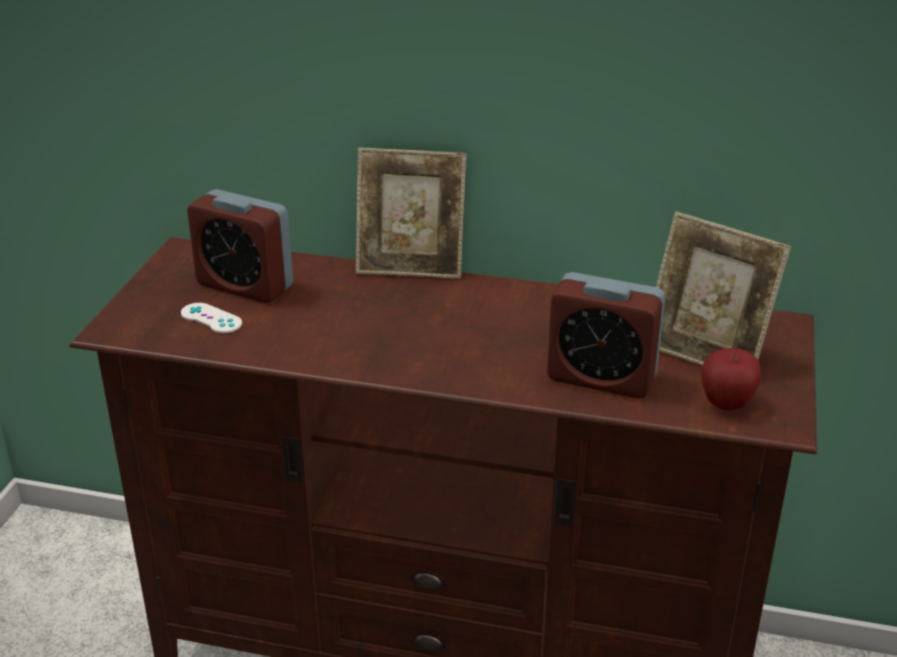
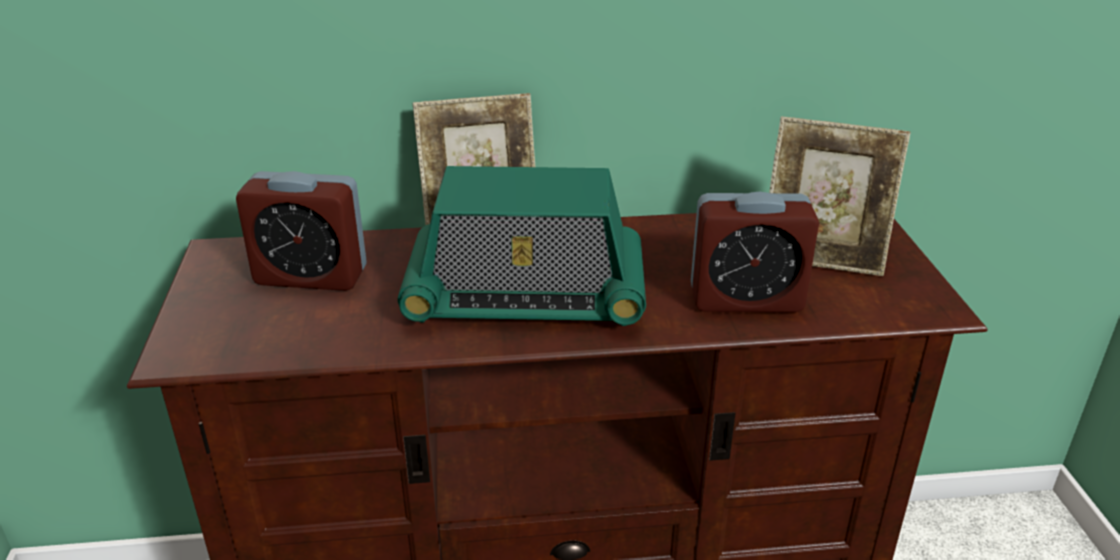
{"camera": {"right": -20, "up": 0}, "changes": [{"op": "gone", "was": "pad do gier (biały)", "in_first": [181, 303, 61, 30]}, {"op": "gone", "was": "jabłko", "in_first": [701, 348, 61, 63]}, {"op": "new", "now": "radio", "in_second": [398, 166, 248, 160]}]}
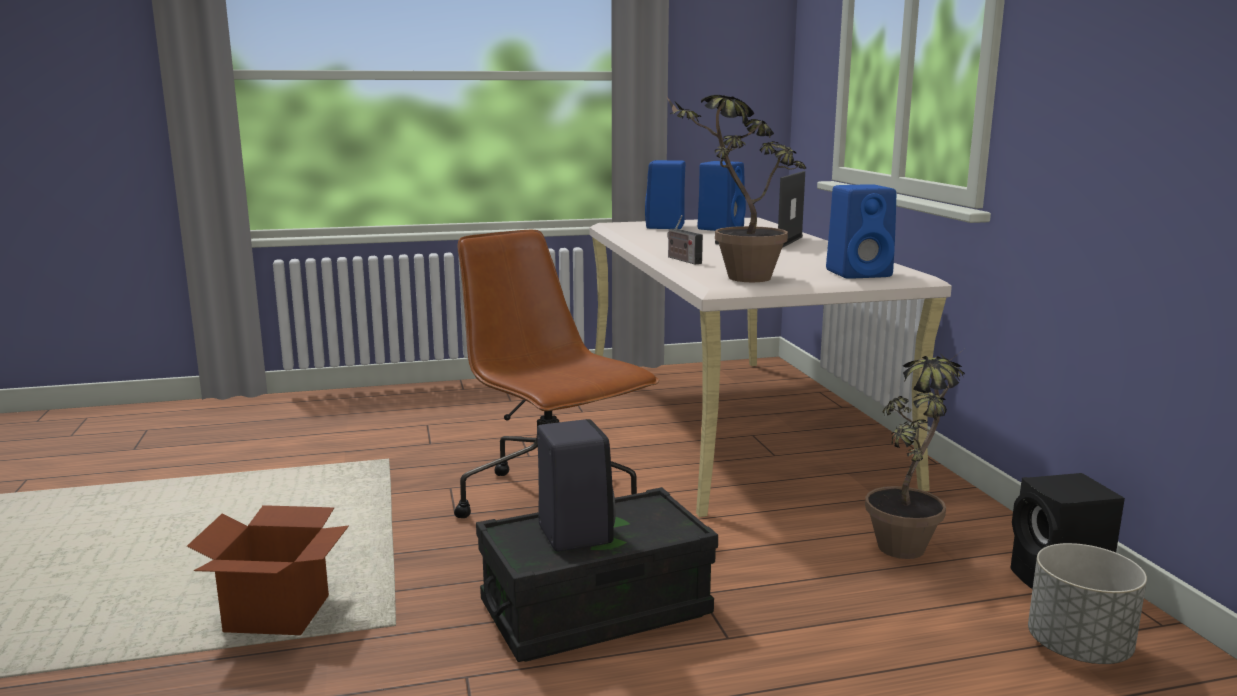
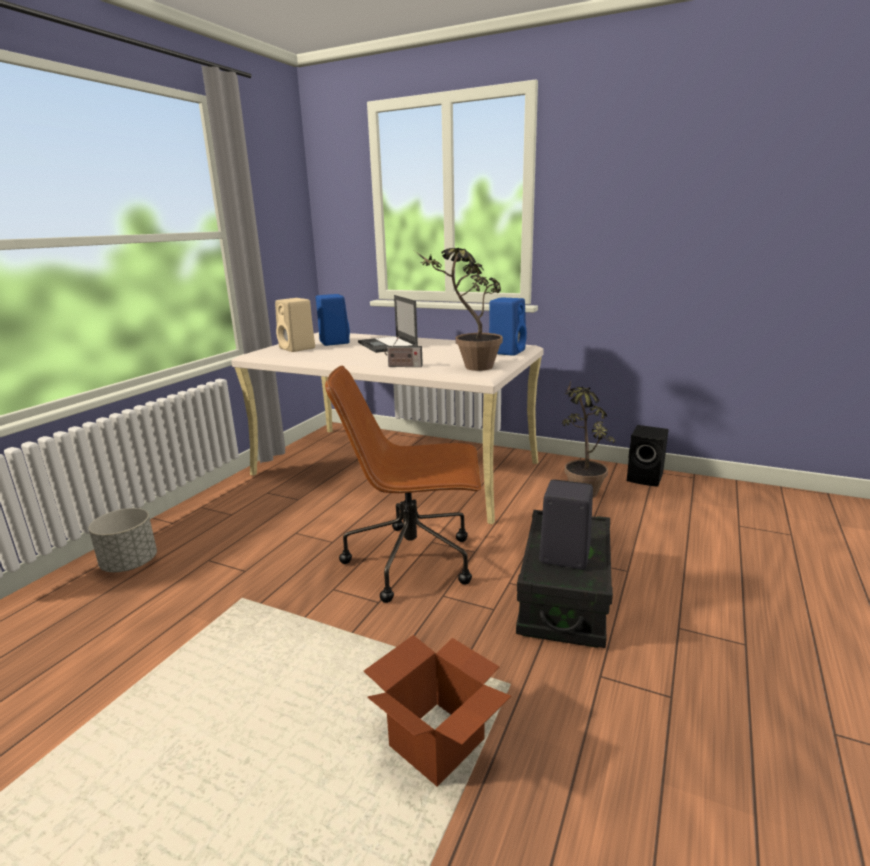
{"camera": {"right": -50, "up": 5}, "changes": [{"op": "repainted", "was": "głośnik (niebieski)", "now": "głośnik (beżowy)", "in_first": [645, 160, 40, 69], "in_second": [275, 298, 40, 54]}, {"op": "shifted", "was": "donica (szary)", "in_first": [1028, 543, 119, 121], "in_second": [89, 508, 68, 64]}]}
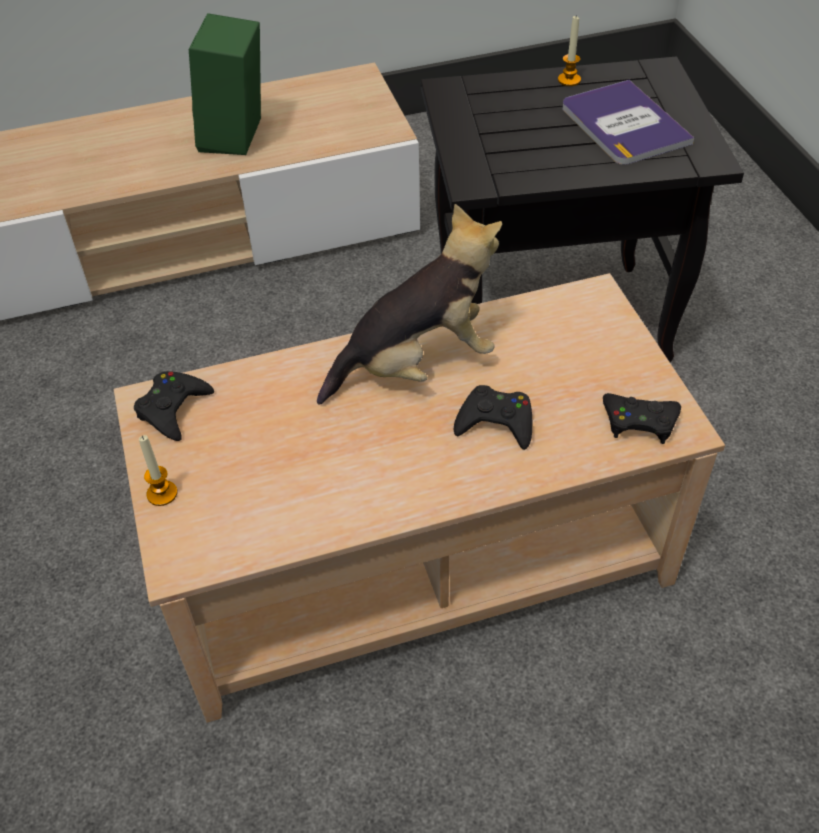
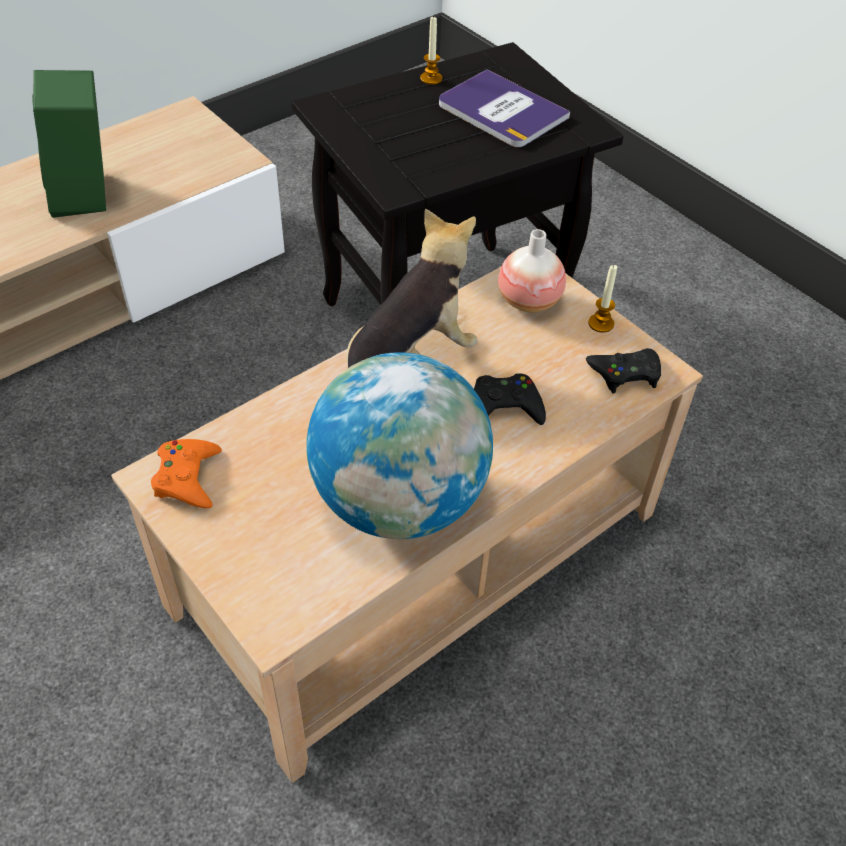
{"camera": {"right": -25, "up": 0}, "changes": [{"op": "repainted", "was": "pad do gier (czarny)", "now": "pad do gier (pomarańczowy)", "in_first": [134, 371, 80, 70], "in_second": [151, 439, 71, 69]}, {"op": "shifted", "was": "świeca", "in_first": [139, 435, 38, 71], "in_second": [588, 265, 29, 68]}, {"op": "new", "now": "globus", "in_second": [306, 352, 187, 187]}, {"op": "new", "now": "wazon", "in_second": [498, 229, 68, 83]}]}
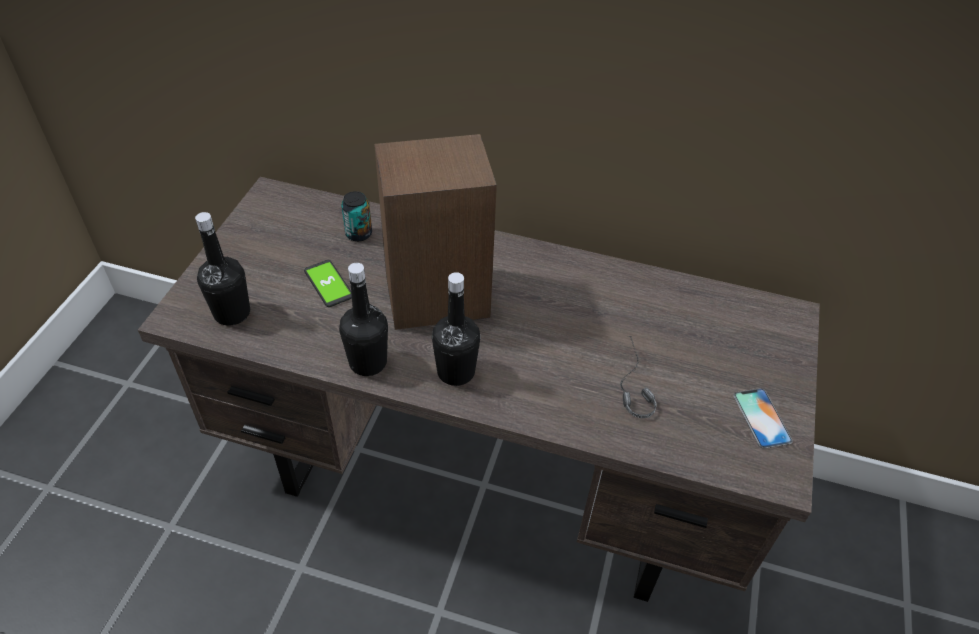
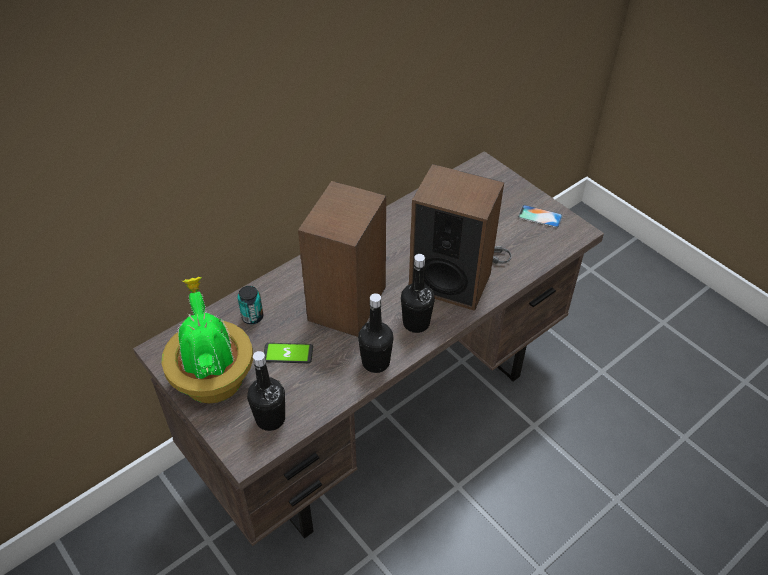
{"camera": {"right": -55, "up": 0}, "changes": [{"op": "new", "now": "roślina doniczkowa", "in_second": [161, 277, 92, 126]}, {"op": "new", "now": "głośnik", "in_second": [409, 164, 95, 147]}]}
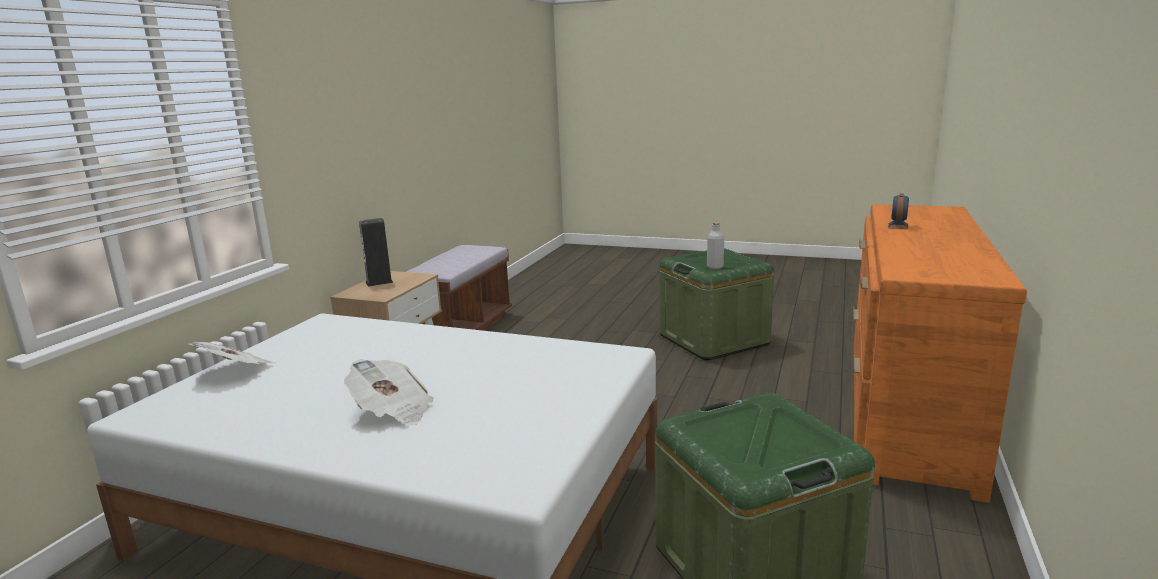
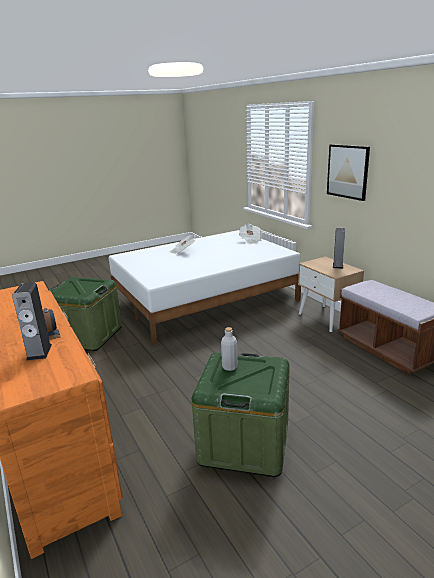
{"camera": {"right": 130, "up": 5}, "changes": [{"op": "new", "now": "głośnik", "in_second": [12, 283, 40, 78]}, {"op": "new", "now": "obraz", "in_second": [327, 144, 43, 57]}]}
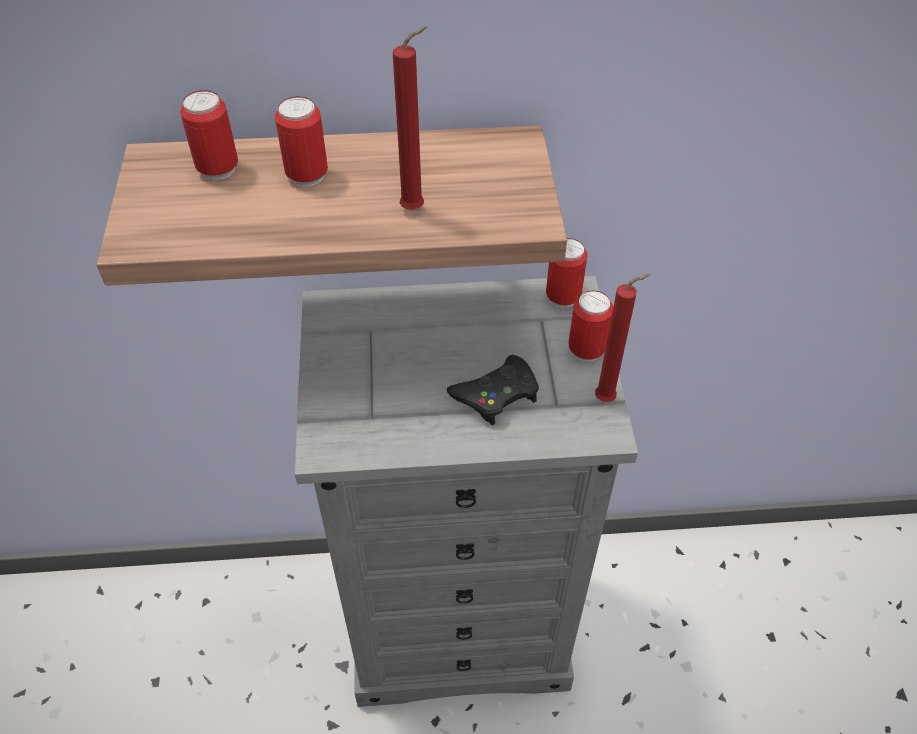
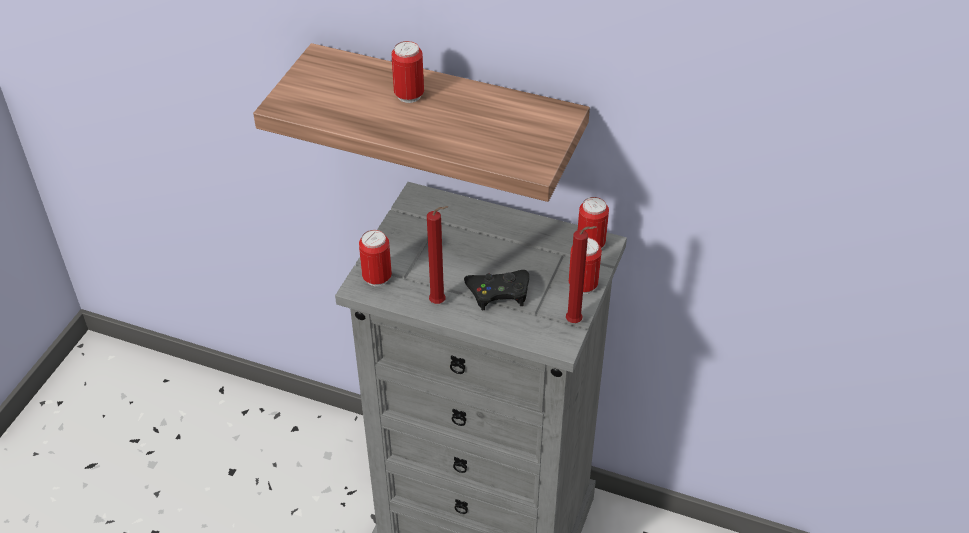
{"camera": {"right": 25, "up": -5}, "changes": [{"op": "shifted", "was": "puszka", "in_first": [180, 90, 58, 90], "in_second": [359, 230, 33, 56]}, {"op": "shifted", "was": "świeca (czerwony)", "in_first": [393, 26, 34, 184], "in_second": [427, 206, 21, 98]}]}
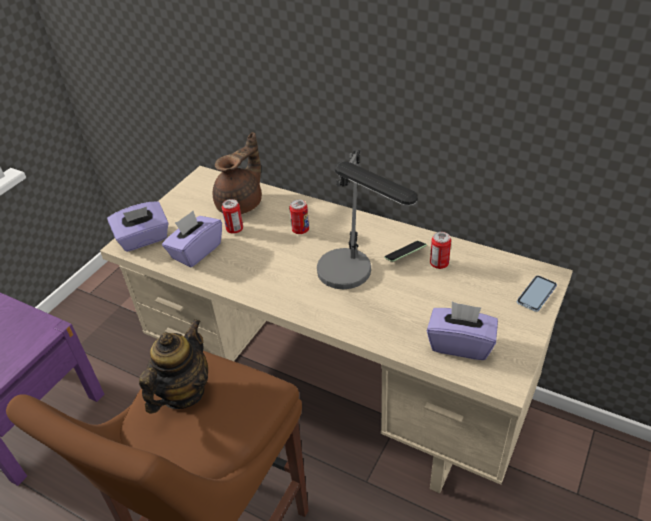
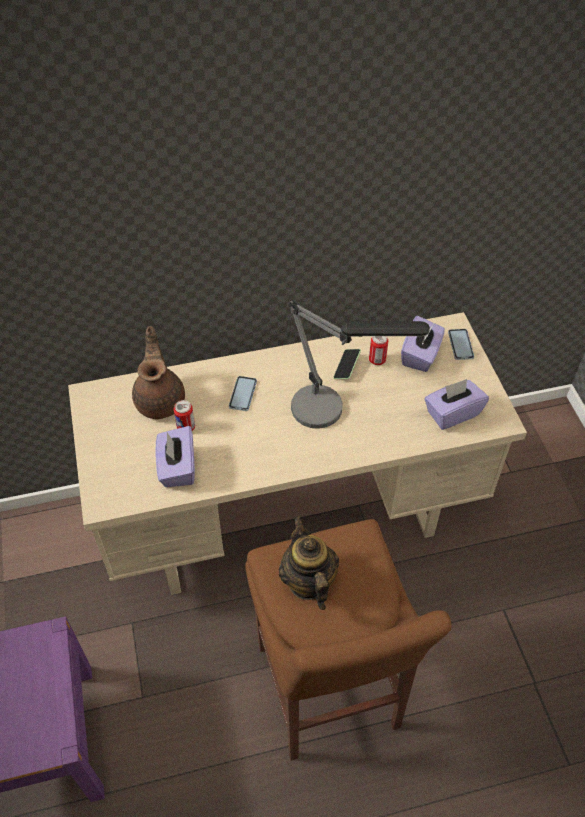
{"camera": {"right": -45, "up": 10}, "changes": [{"op": "shifted", "was": "pudełko chusteczek (fioletowy)", "in_first": [107, 201, 62, 51], "in_second": [401, 316, 44, 56]}, {"op": "swapped", "was": "puszka", "now": "telefon", "in_first": [289, 200, 20, 34], "in_second": [229, 376, 28, 35]}]}
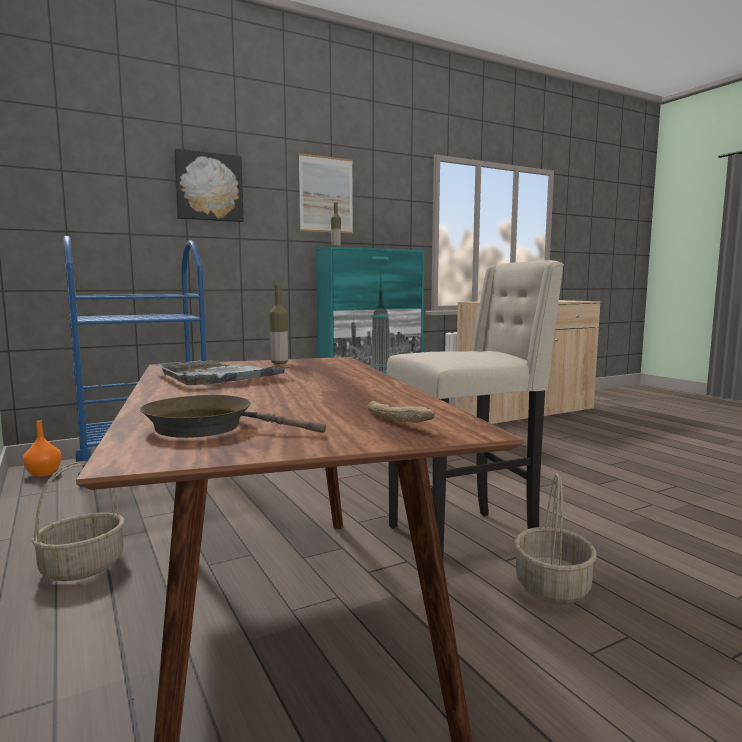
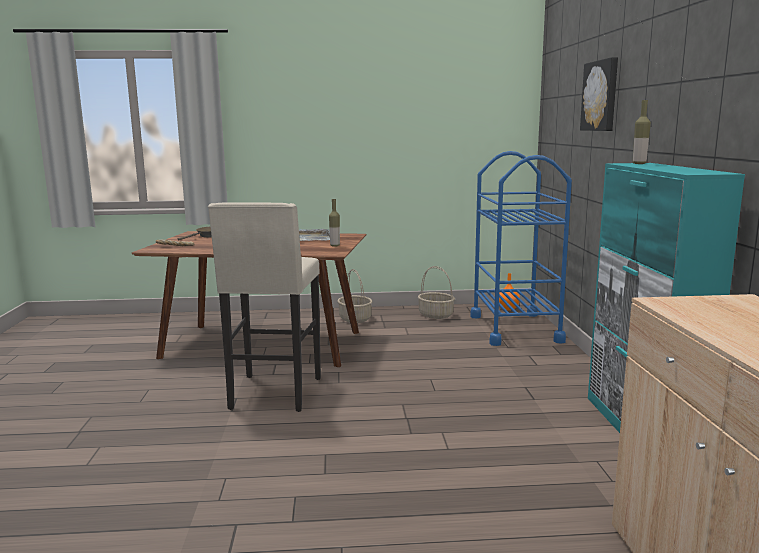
{"camera": {"right": 115, "up": 5}, "changes": [{"op": "gone", "was": "obraz", "in_first": [299, 153, 54, 80]}, {"op": "shifted", "was": "koszyk", "in_first": [514, 474, 82, 130], "in_second": [418, 266, 37, 53]}]}
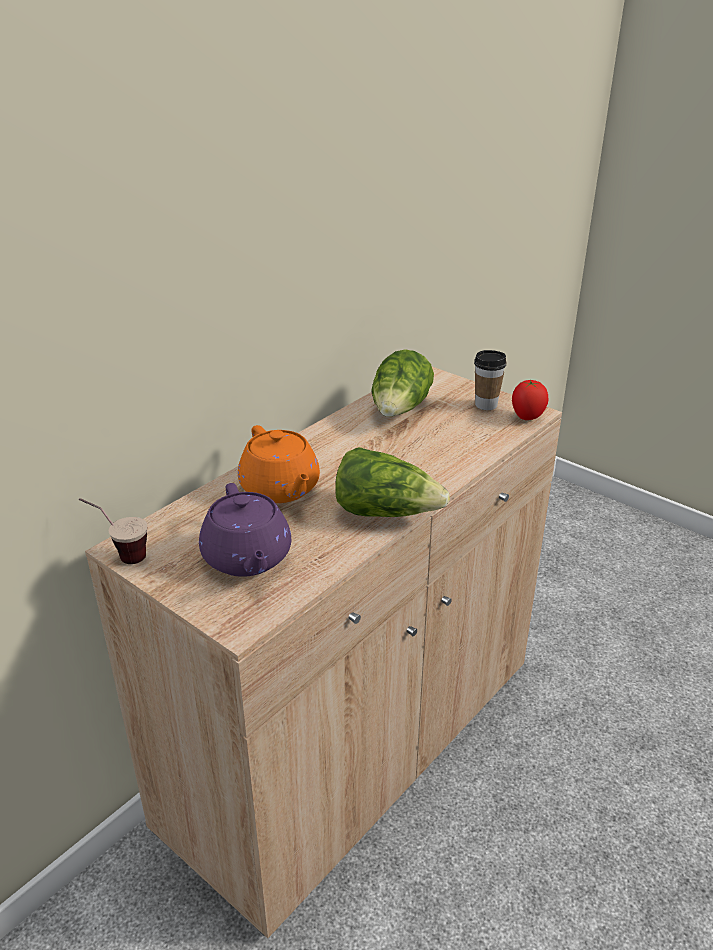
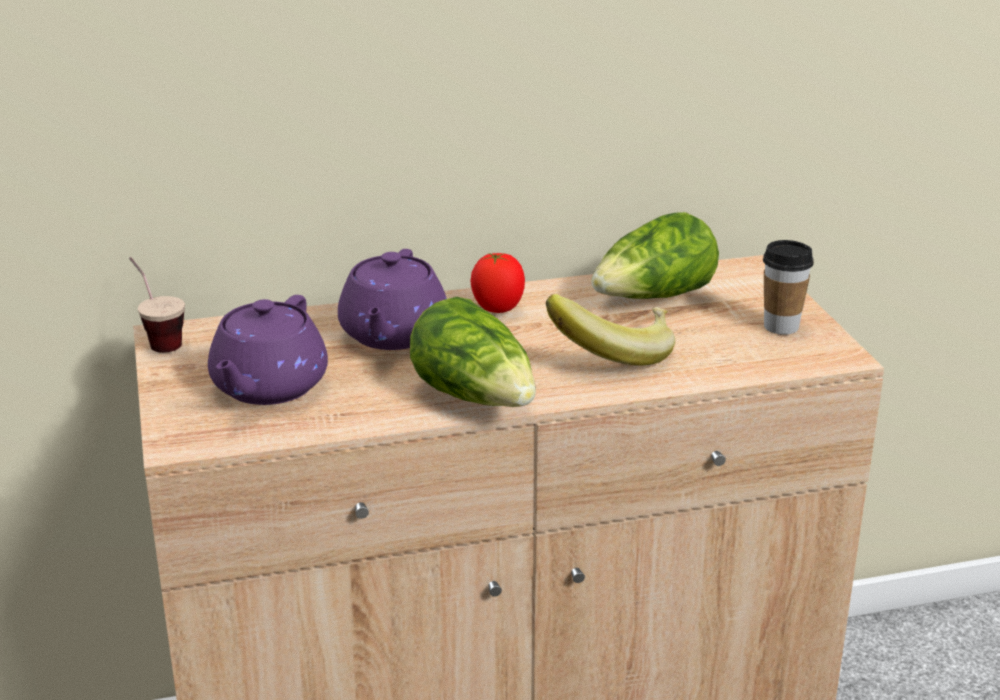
{"camera": {"right": 35, "up": -5}, "changes": [{"op": "repainted", "was": "imbryk (pomarańczowy)", "now": "imbryk (fioletowy)", "in_first": [238, 425, 82, 78], "in_second": [338, 249, 109, 101]}, {"op": "shifted", "was": "pomidor", "in_first": [512, 380, 37, 40], "in_second": [470, 252, 55, 61]}, {"op": "new", "now": "banan", "in_second": [546, 294, 129, 71]}]}
